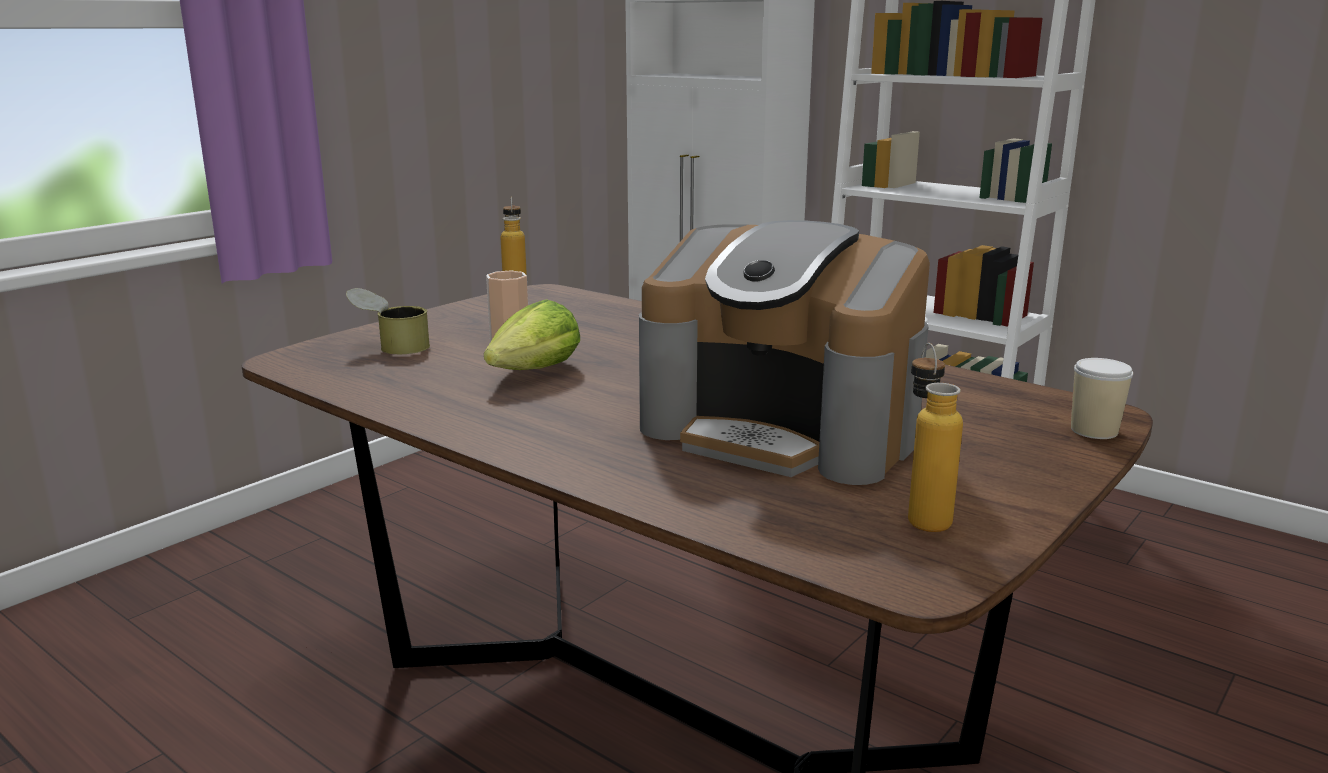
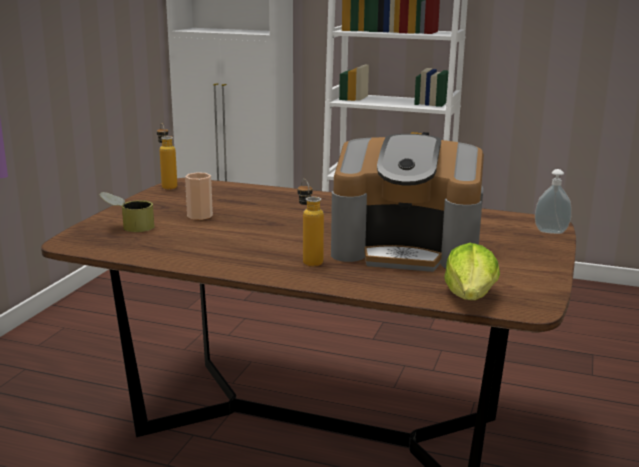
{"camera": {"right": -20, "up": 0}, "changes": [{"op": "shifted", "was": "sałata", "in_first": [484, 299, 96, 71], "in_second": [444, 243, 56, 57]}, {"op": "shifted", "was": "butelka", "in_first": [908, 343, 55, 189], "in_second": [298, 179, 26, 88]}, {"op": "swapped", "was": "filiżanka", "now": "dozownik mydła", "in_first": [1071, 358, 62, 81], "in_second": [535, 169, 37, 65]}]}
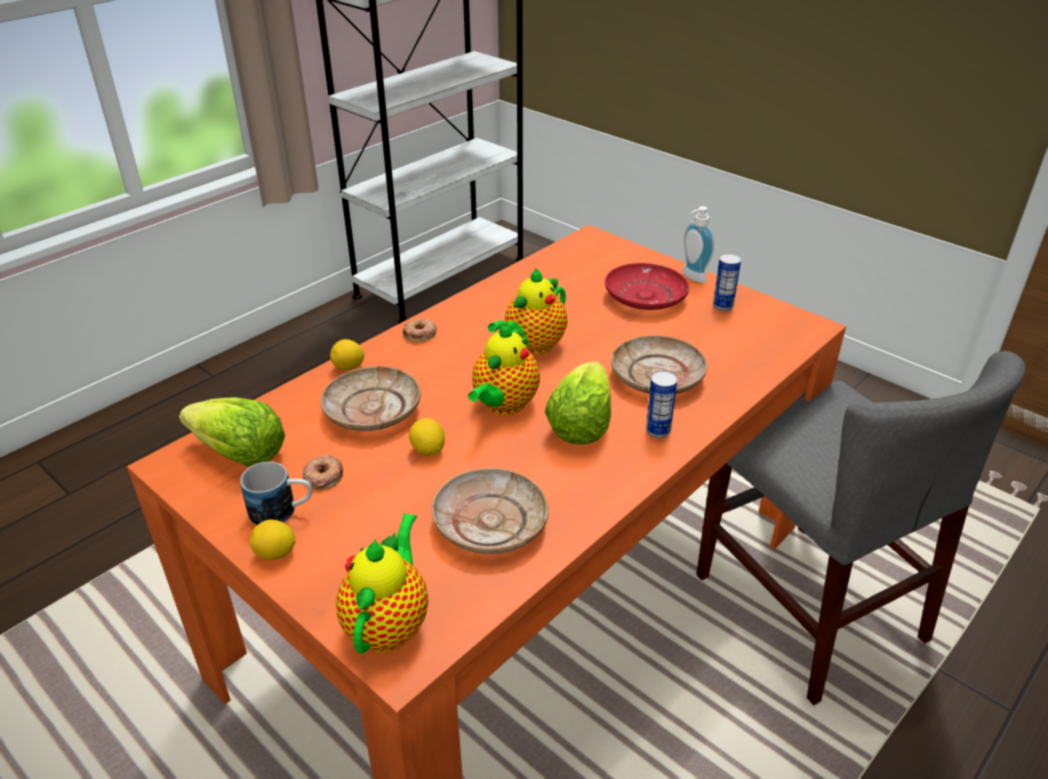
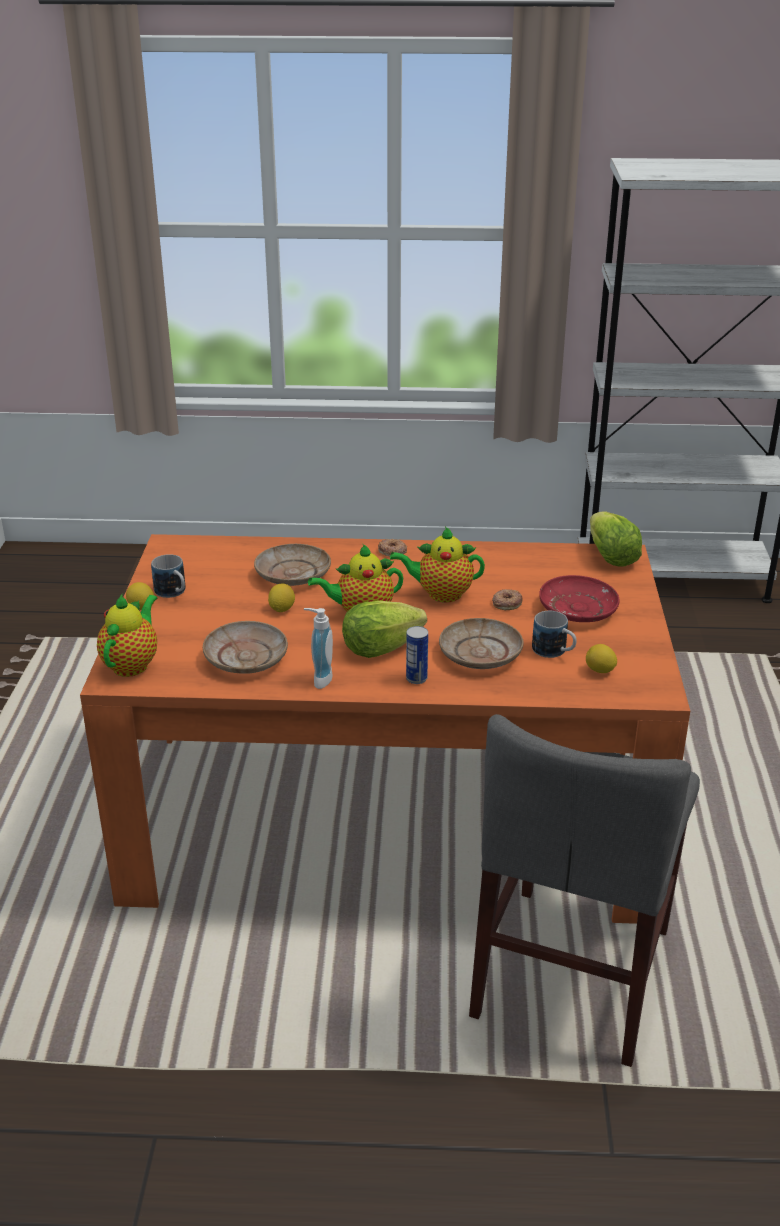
{"camera": {"right": 50, "up": -5}, "changes": [{"op": "shifted", "was": "sałata", "in_first": [179, 397, 106, 69], "in_second": [590, 512, 52, 54]}, {"op": "shifted", "was": "donut", "in_first": [303, 455, 40, 35], "in_second": [492, 589, 31, 21]}, {"op": "shifted", "was": "cytryna", "in_first": [330, 339, 34, 31], "in_second": [586, 644, 31, 29]}, {"op": "rotated", "was": "imbryk", "in_first": [336, 513, 92, 141], "in_second": [97, 594, 60, 83], "clockwise": -45}, {"op": "shifted", "was": "dozownik mydła", "in_first": [682, 206, 32, 77], "in_second": [304, 608, 29, 81]}, {"op": "gone", "was": "puszka", "in_first": [713, 253, 28, 58]}, {"op": "new", "now": "kubek", "in_second": [532, 611, 45, 47]}]}
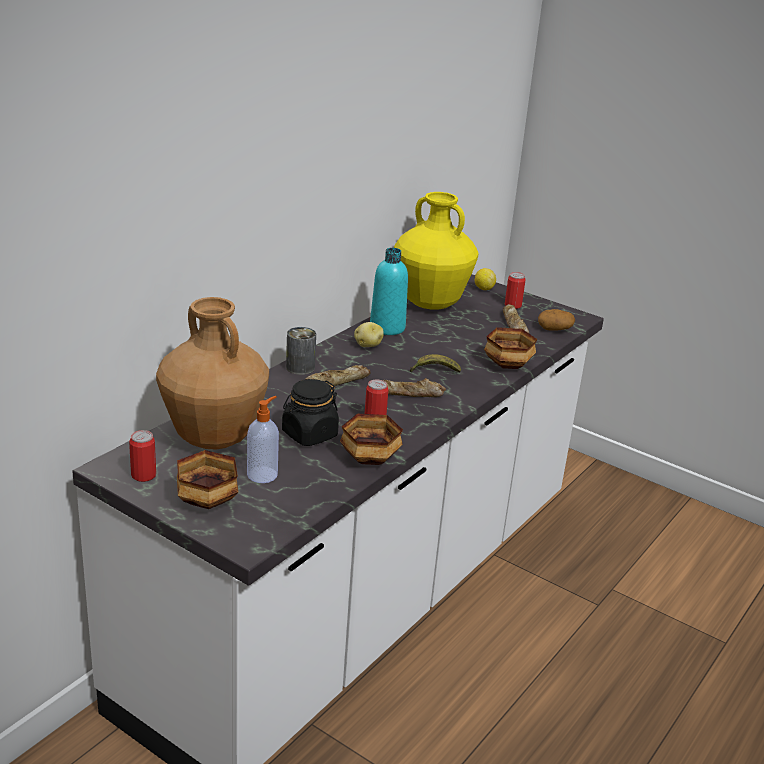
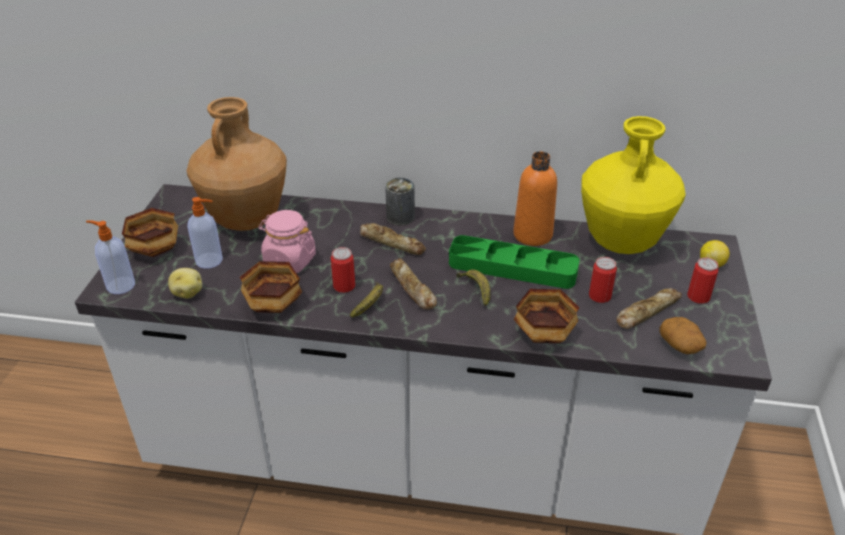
{"camera": {"right": 65, "up": 10}, "changes": [{"op": "shifted", "was": "puszka", "in_first": [129, 430, 27, 52], "in_second": [589, 257, 28, 46]}, {"op": "repainted", "was": "słoik (czarny)", "now": "słoik (różowy)", "in_first": [282, 379, 57, 67], "in_second": [259, 210, 57, 63]}, {"op": "shifted", "was": "ziemniak", "in_first": [354, 322, 30, 25], "in_second": [168, 268, 34, 31]}, {"op": "repainted", "was": "butelka (turkusowy)", "now": "butelka (pomarańczowy)", "in_first": [370, 248, 38, 87], "in_second": [513, 151, 44, 95]}, {"op": "new", "now": "dozownik mydła", "in_second": [86, 220, 49, 74]}, {"op": "new", "now": "banan", "in_second": [350, 282, 33, 36]}, {"op": "new", "now": "taca (zielony)", "in_second": [449, 235, 131, 54]}]}
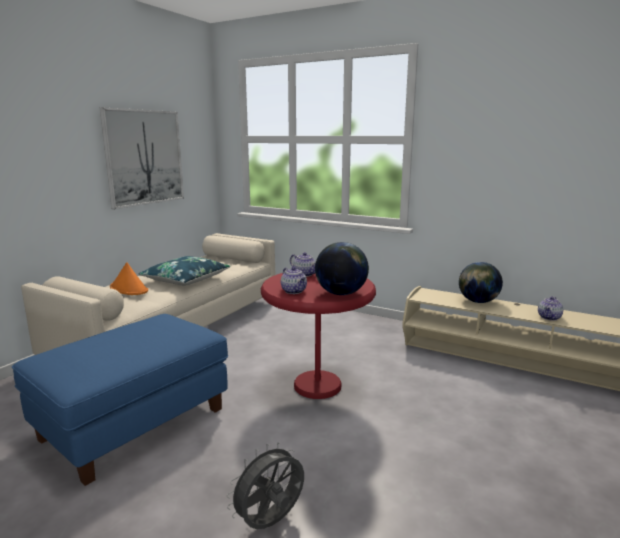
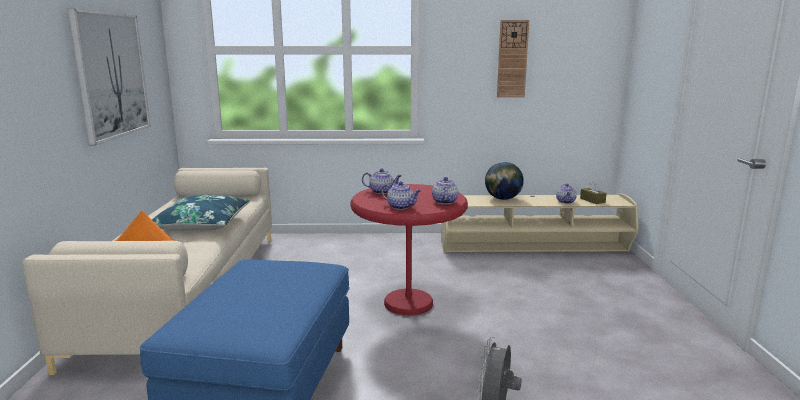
{"camera": {"right": -30, "up": 0}, "changes": [{"op": "swapped", "was": "globus", "now": "imbryk", "in_first": [315, 242, 54, 53], "in_second": [432, 177, 26, 27]}, {"op": "new", "now": "zegar ścienny", "in_second": [497, 20, 32, 78]}, {"op": "new", "now": "pudełko chusteczek (brązowy)", "in_second": [580, 181, 27, 23]}]}
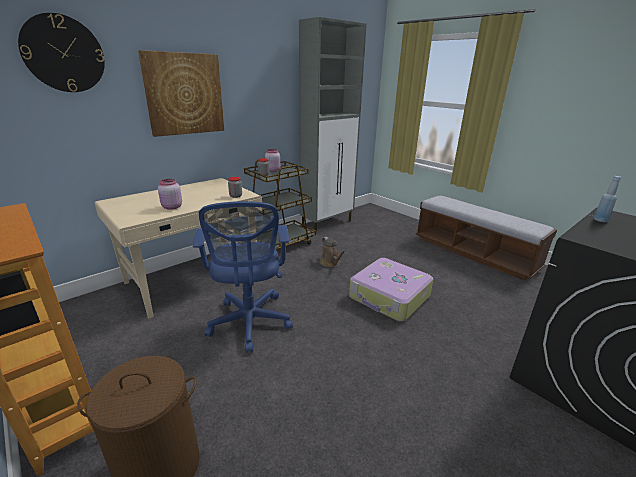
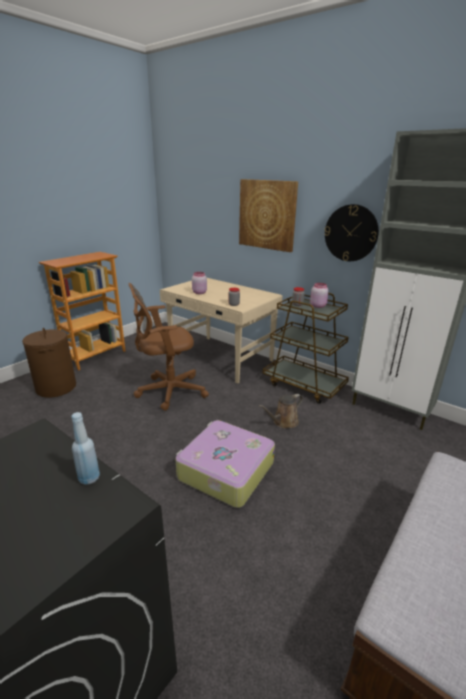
{"camera": {"right": 80, "up": 0}, "changes": [{"op": "shifted", "was": "zegar ścienny", "in_first": [18, 13, 87, 79], "in_second": [324, 204, 55, 57]}, {"op": "repainted", "was": "krzesło biurowe (niebieski)", "now": "krzesło biurowe (brązowy)", "in_first": [193, 201, 100, 152], "in_second": [128, 283, 81, 128]}]}
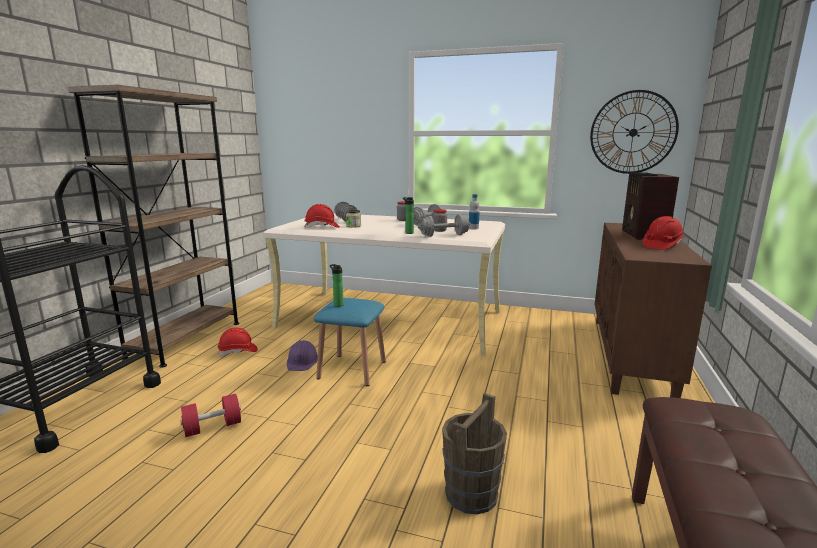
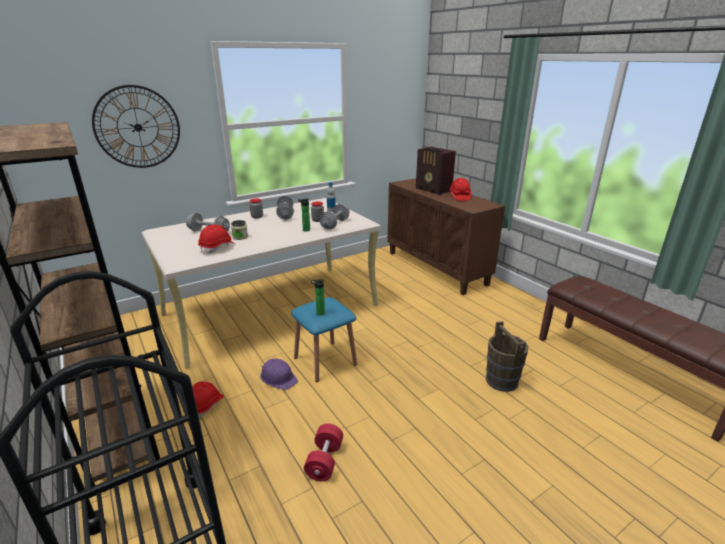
{"camera": {"right": -50, "up": 10}, "changes": [{"op": "shifted", "was": "zegar ścienny", "in_first": [590, 90, 89, 84], "in_second": [92, 85, 88, 83]}]}
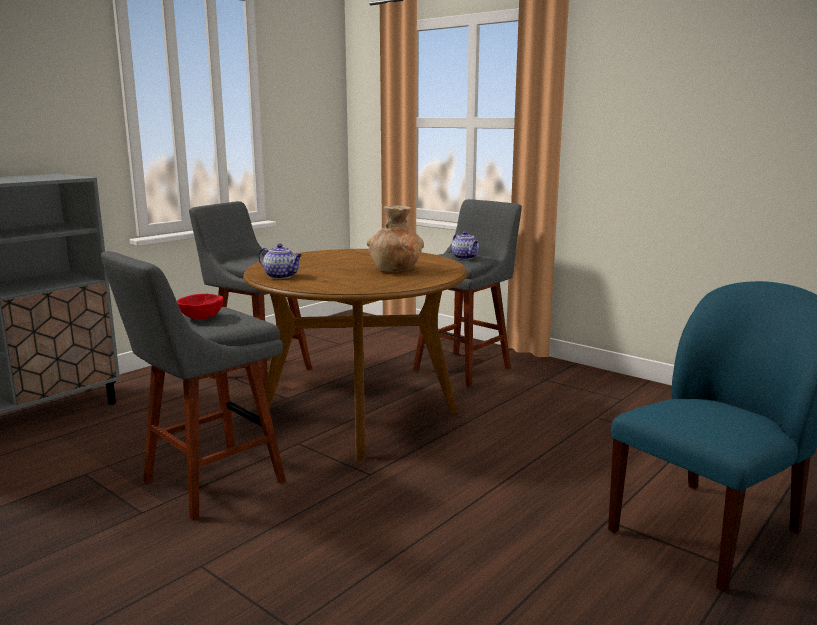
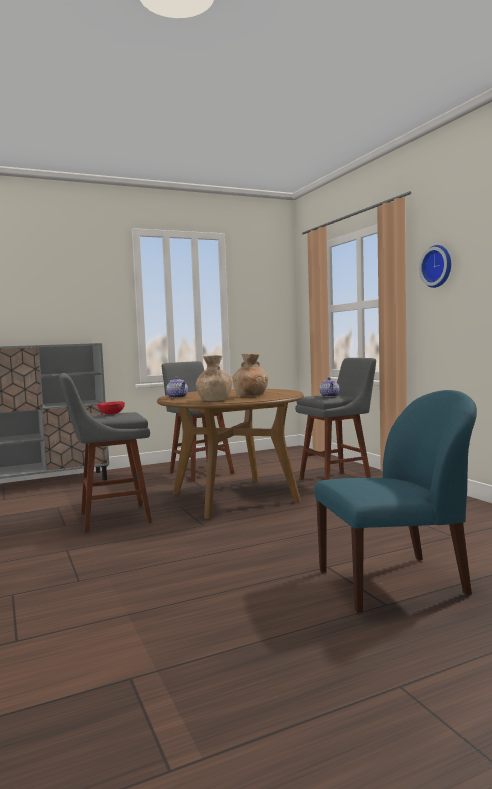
{"camera": {"right": 25, "up": -10}, "changes": [{"op": "new", "now": "wazon (brązowy)", "in_second": [196, 355, 36, 46]}, {"op": "new", "now": "zegar ścienny", "in_second": [419, 245, 32, 43]}]}
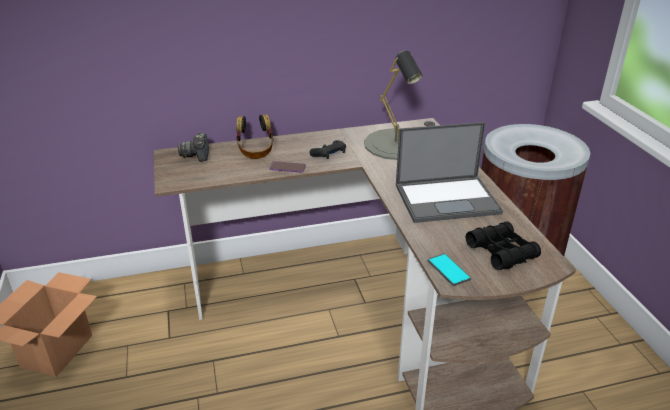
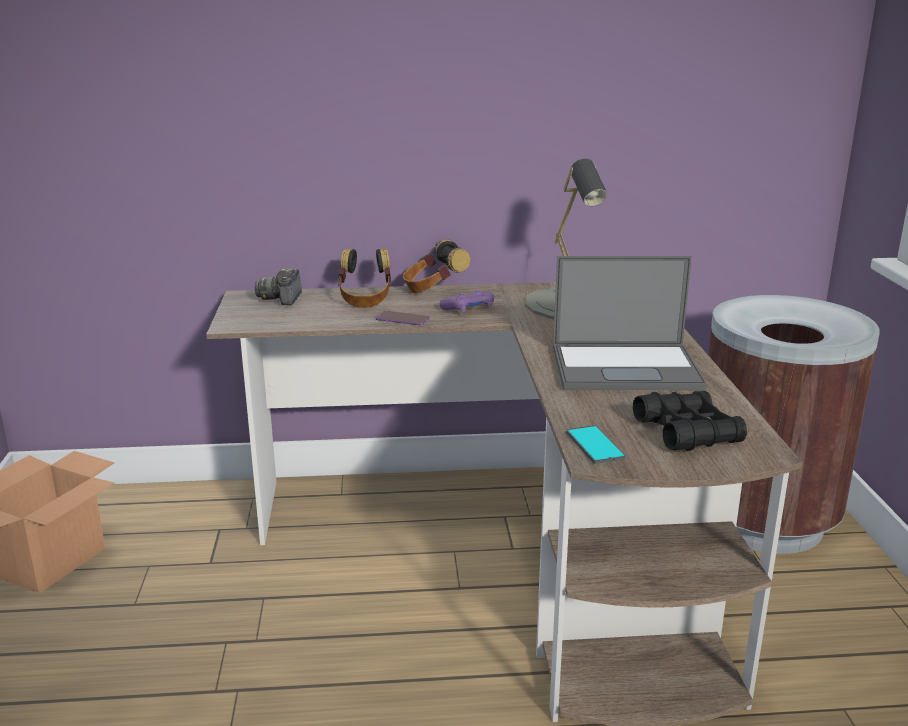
{"camera": {"right": 10, "up": -10}, "changes": [{"op": "repainted", "was": "pad do gier (czarny)", "now": "pad do gier (fioletowy)", "in_first": [309, 140, 37, 19], "in_second": [440, 290, 54, 22]}, {"op": "new", "now": "słuchawki", "in_second": [403, 239, 67, 55]}]}
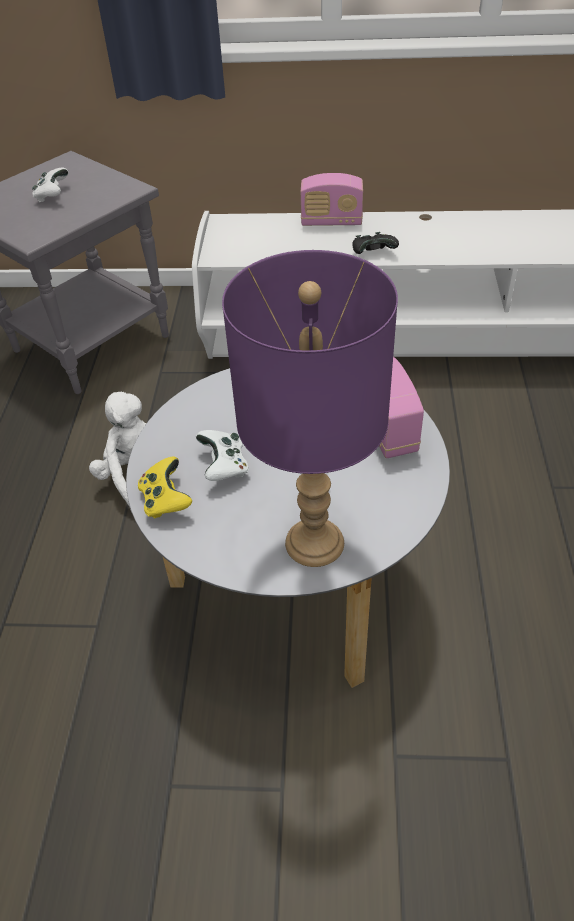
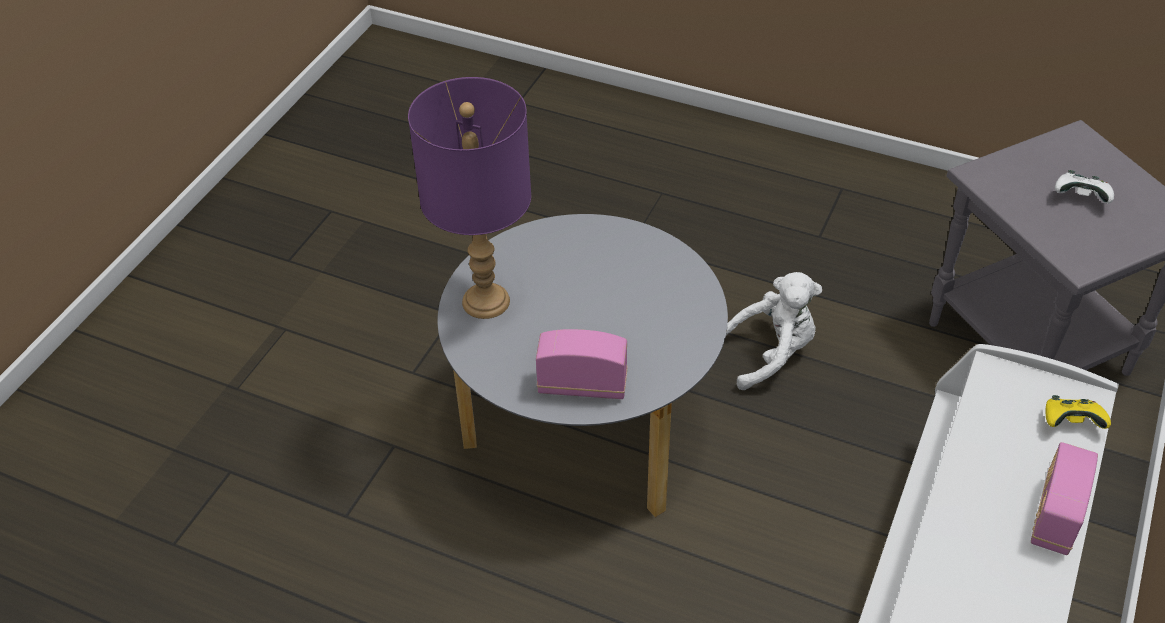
{"camera": {"right": 110, "up": 0}, "changes": [{"op": "shifted", "was": "pad do gier (żółty)", "in_first": [138, 456, 54, 63], "in_second": [1045, 395, 66, 34]}, {"op": "gone", "was": "pad do gier (biały)", "in_first": [196, 430, 53, 51]}, {"op": "gone", "was": "pad do gier (czarny)", "in_first": [352, 232, 47, 22]}]}
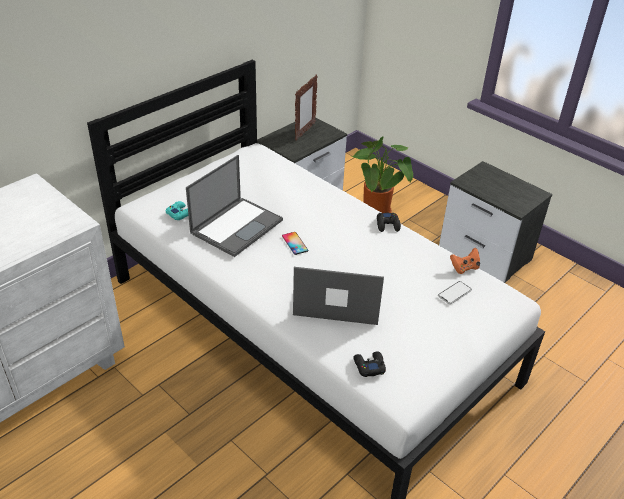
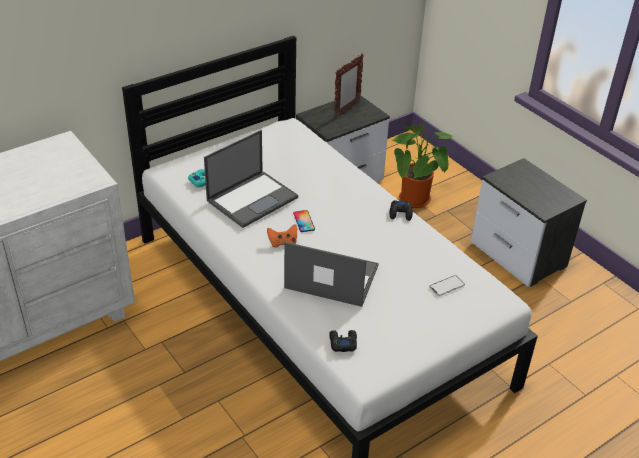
{"camera": {"right": 10, "up": 0}, "changes": [{"op": "shifted", "was": "pad do gier (pomarańczowy)", "in_first": [450, 248, 30, 26], "in_second": [267, 224, 30, 24]}]}
